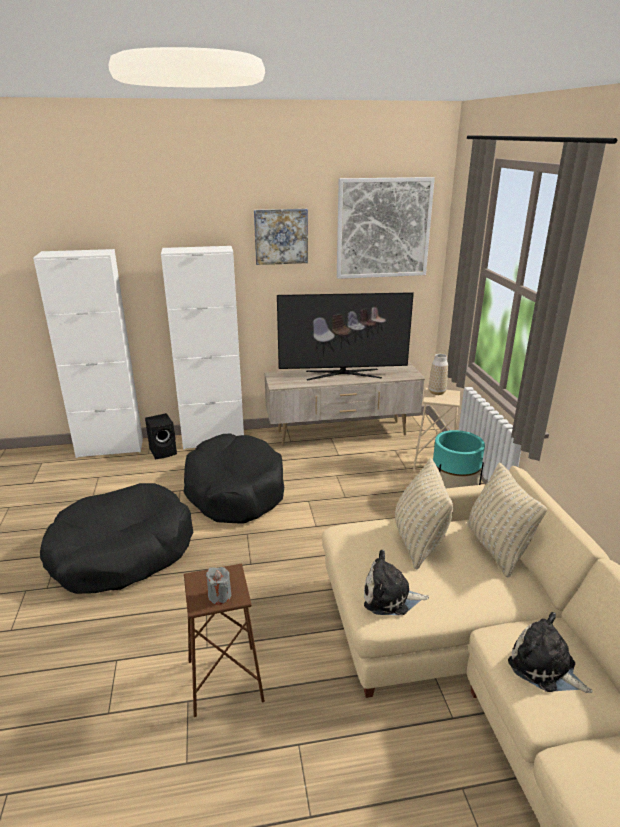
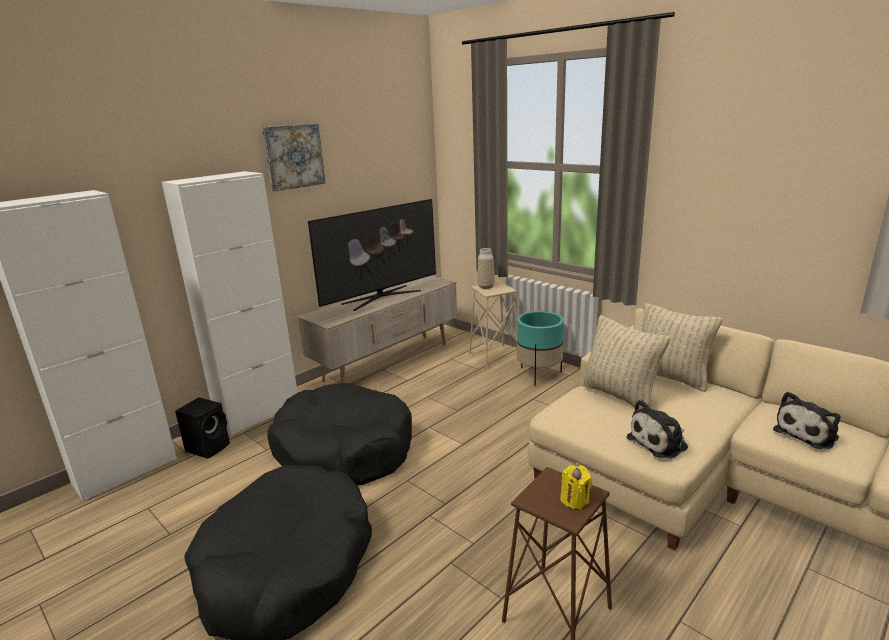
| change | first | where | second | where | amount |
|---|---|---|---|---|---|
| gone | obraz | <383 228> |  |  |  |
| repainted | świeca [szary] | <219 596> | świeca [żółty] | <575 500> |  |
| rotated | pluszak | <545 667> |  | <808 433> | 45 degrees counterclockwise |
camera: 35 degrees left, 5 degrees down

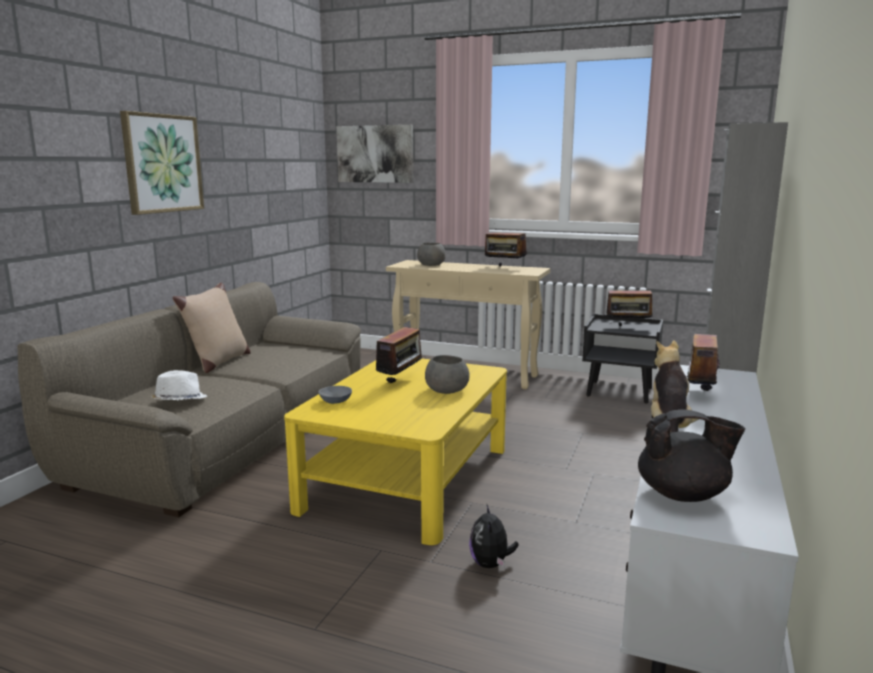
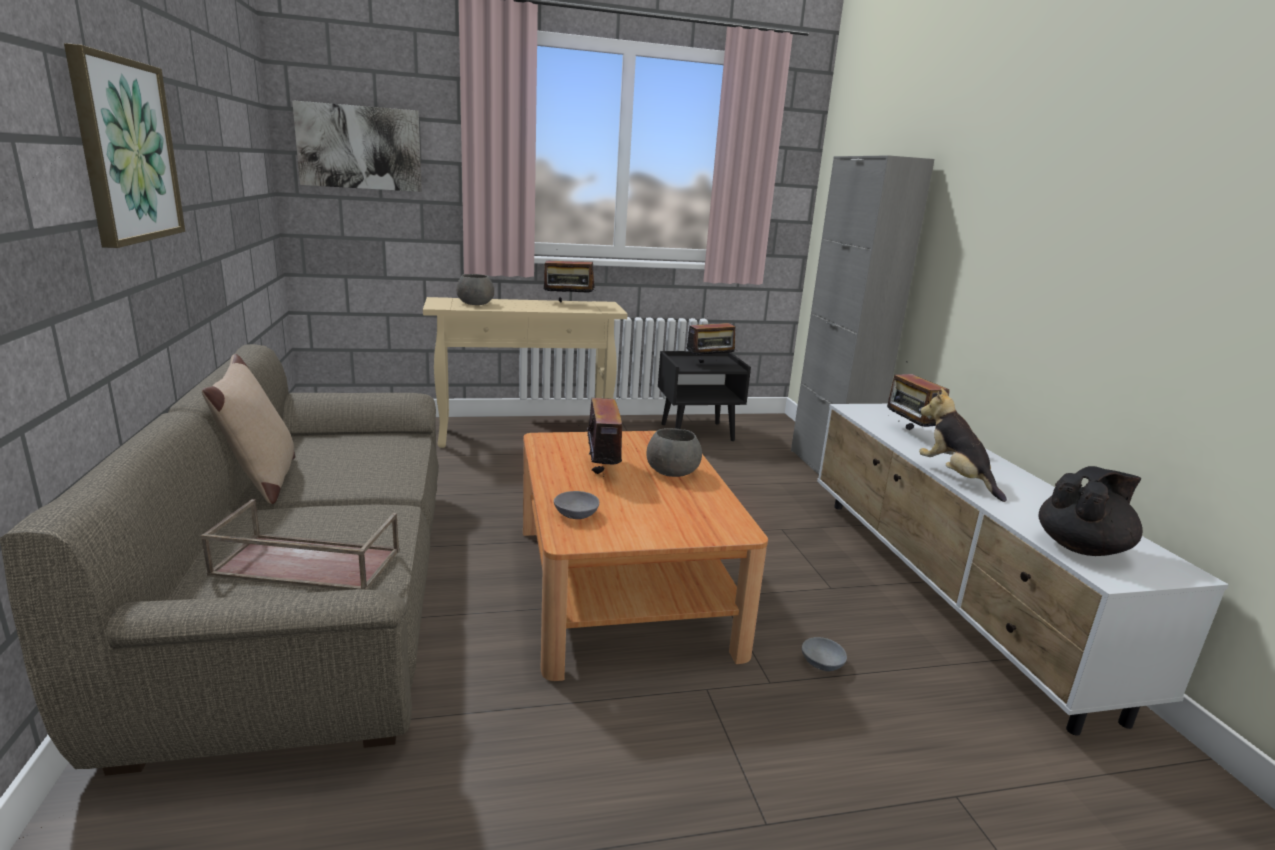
| change | first | where | second | where | amount |
|---|---|---|---|---|---|
| swapped | kapelusz [biały] | <179 401> | taca [brązowy] | <305 563> |  |
| swapped | pluszak | <491 564> | miska [szary] | <823 663> |  |
| repainted | ława [żółty] | <407 478> | ława [brązowy] | <621 586> |  |
camera: 35 degrees left, 5 degrees up

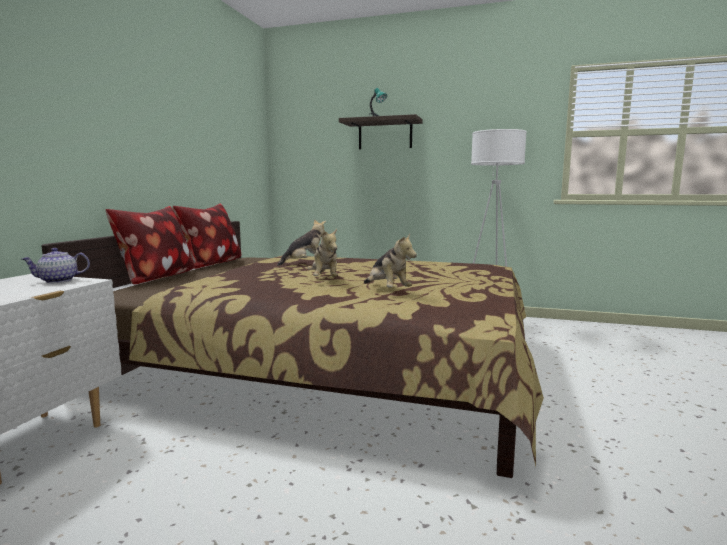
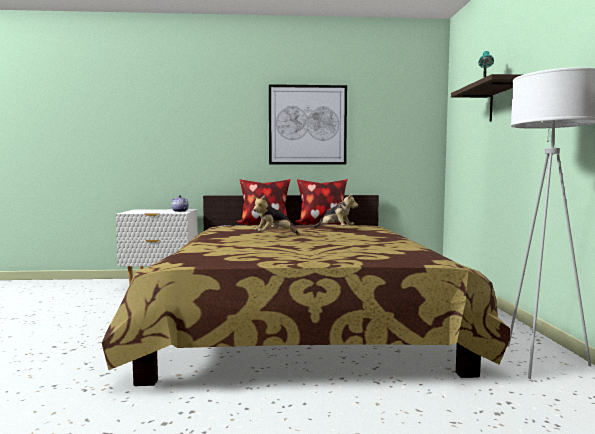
| change | first | where | second | where | amount |
|---|---|---|---|---|---|
| gone | pluszak | <387 290> |  |  |  |
| new |  |  | obraz | <307 125> |  |
camera: 70 degrees right, 5 degrees down

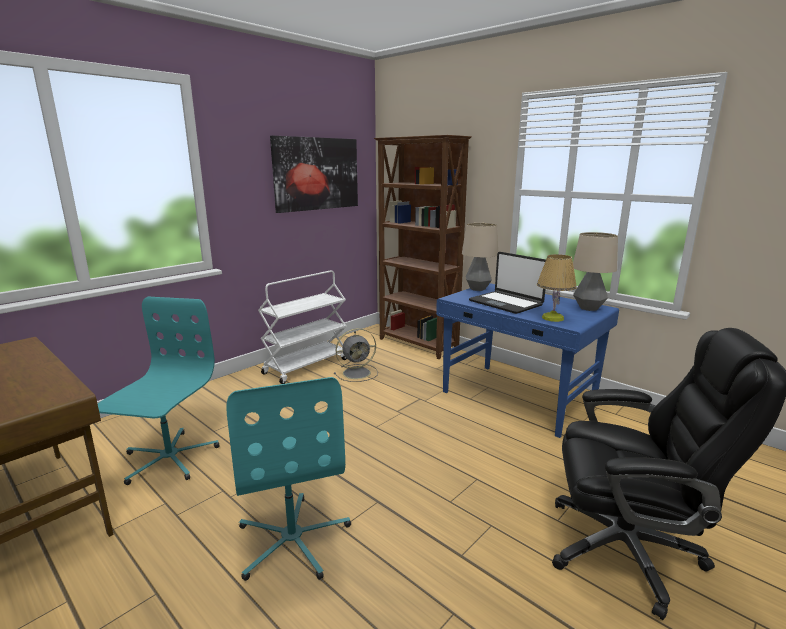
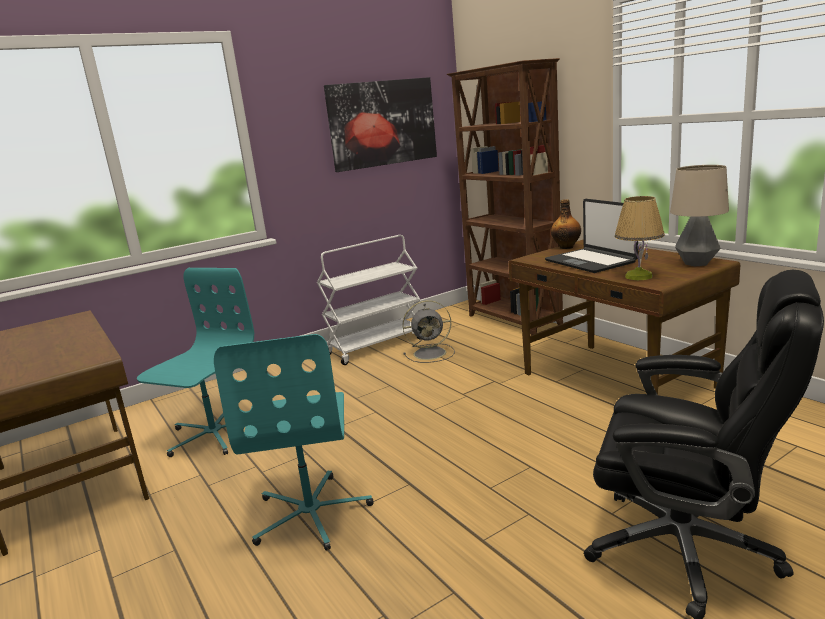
| change | first | where | second | where | amount |
|---|---|---|---|---|---|
| swapped | lampa stołowa | <478 289> | butelka | <566 247> |  |
| repainted | biurko [niebieski] | <517 398> | biurko [brązowy] | <617 381> |  |
camera: 15 degrees right, 0 degrees up

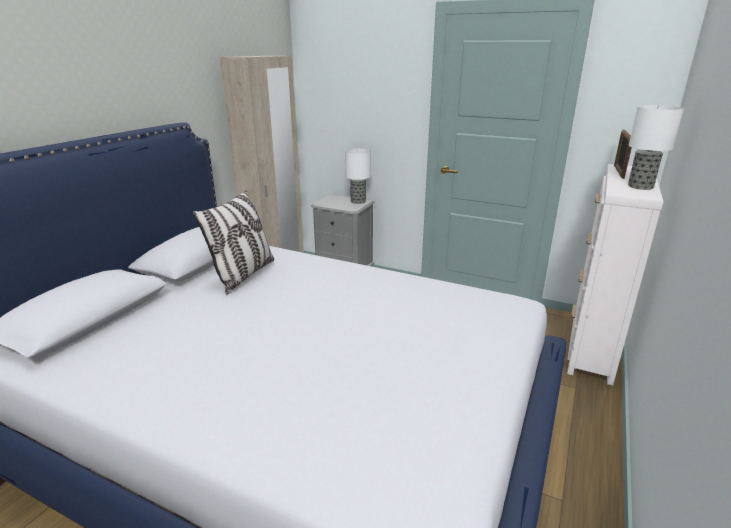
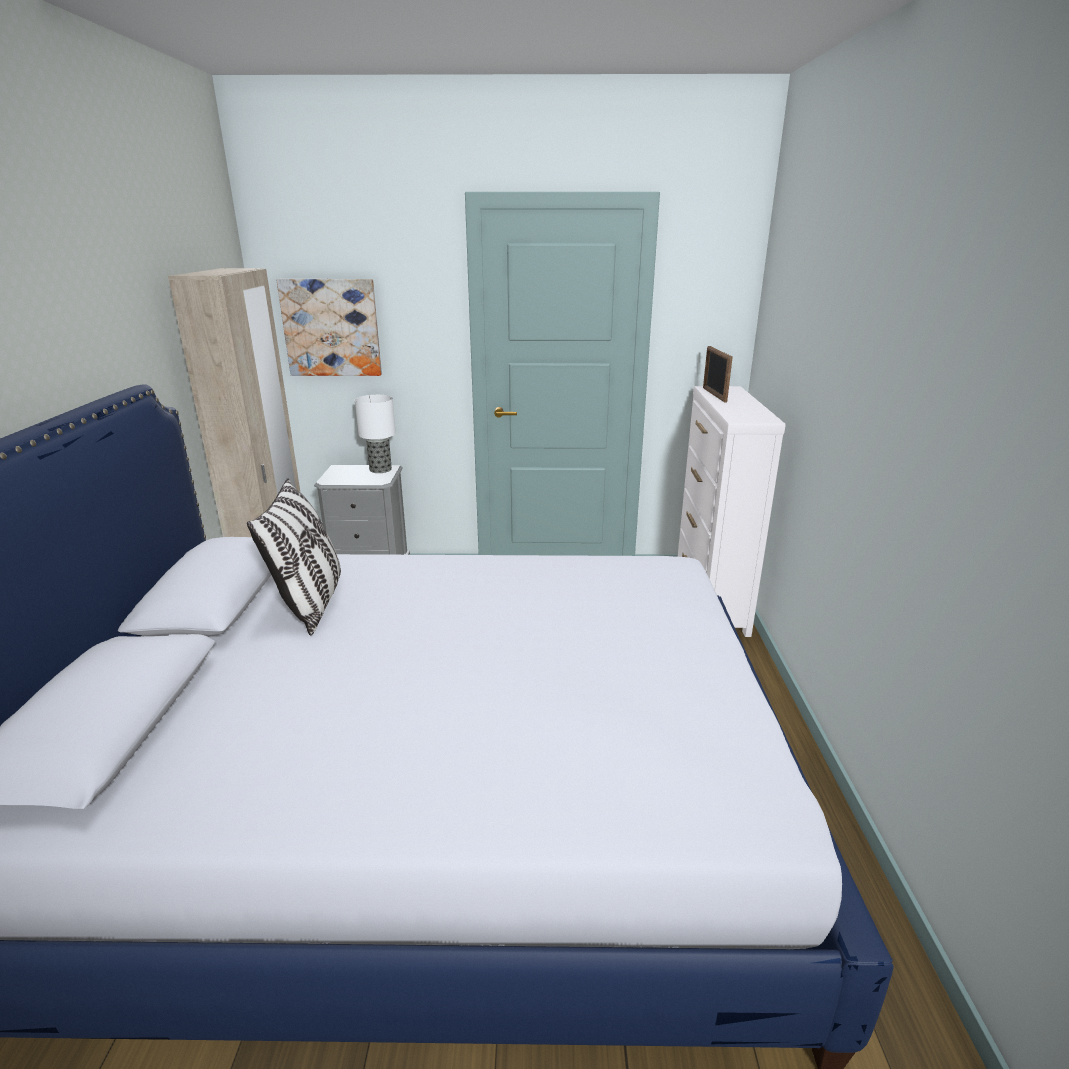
| change | first | where | second | where | amount |
|---|---|---|---|---|---|
| gone | lampa stołowa | <639 186> |  |  |  |
| new |  |  | obraz | <331 327> |  |
camera: 25 degrees left, 0 degrees up

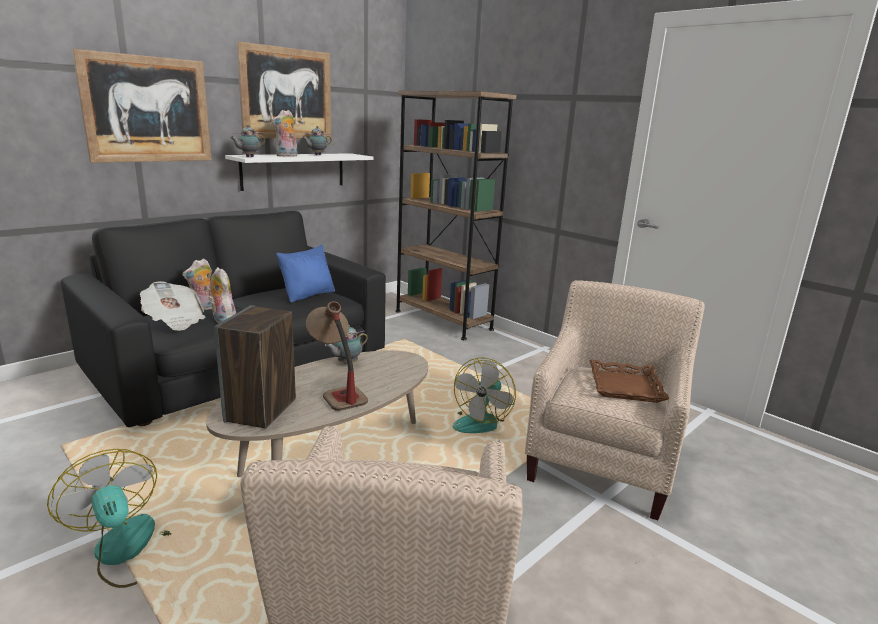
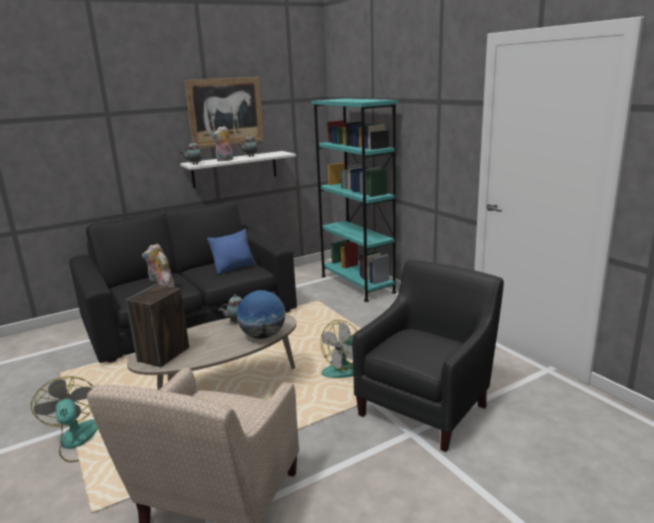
| change | first | where | second | where | amount |
|---|---|---|---|---|---|
| gone | obraz | <147 109> |  |  |  |
| gone | gazeta | <174 321> |  |  |  |
| gone | lampa stołowa | <336 390> |  |  |  |
| gone | taca [brązowy] | <625 386> |  |  |  |
| new |  |  | globus | <263 336> |  |
| repainted | regał [brązowy] | <443 320> | regał [turkusowy] | <357 284> |  |
| repainted | fotel [beżowy] | <603 462> | fotel [czarny] | <427 406> |  |
camera: 15 degrees right, 0 degrees up

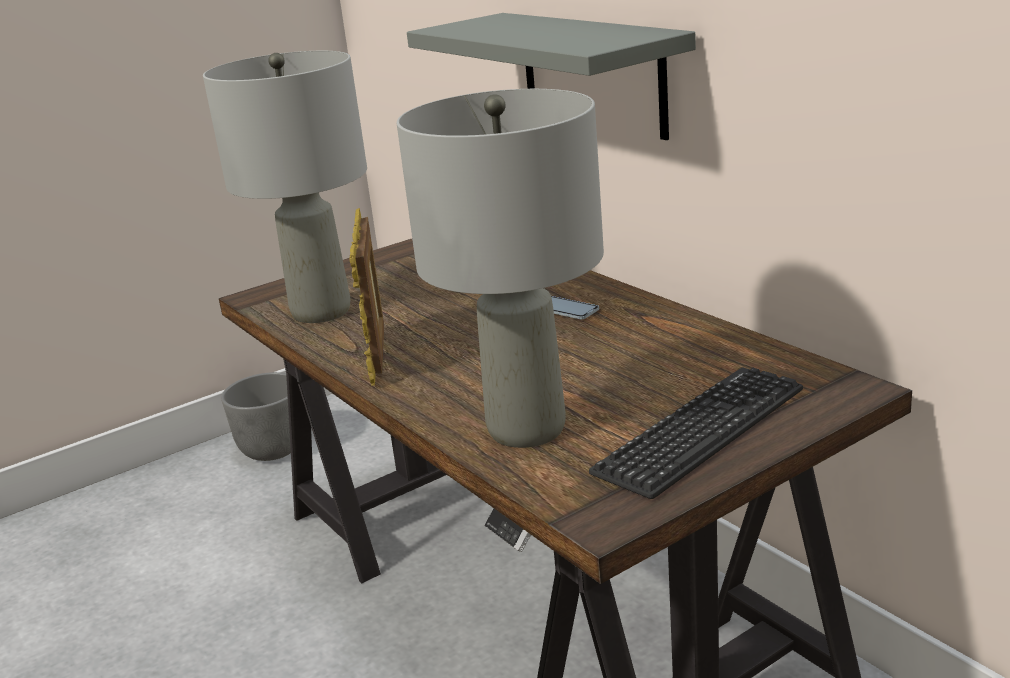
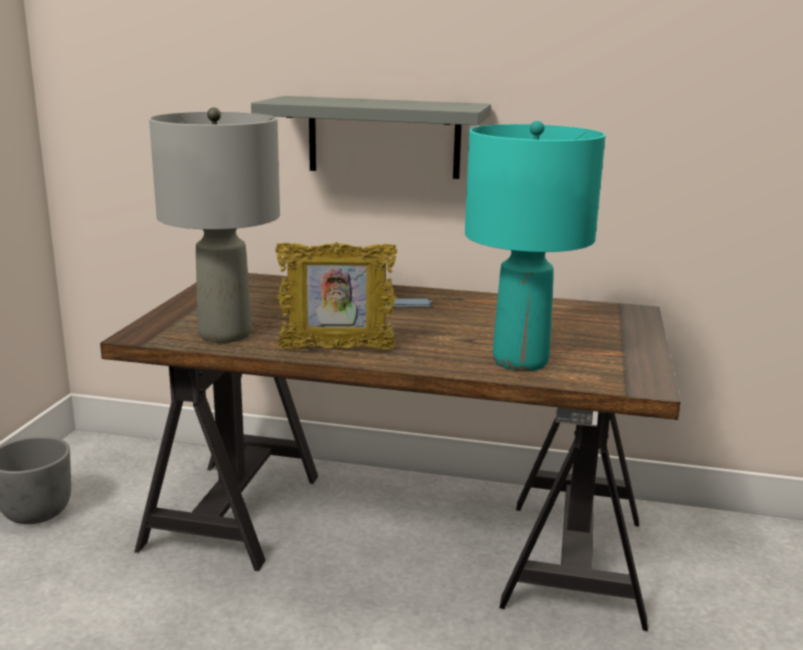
| change | first | where | second | where | amount |
|---|---|---|---|---|---|
| gone | klawiatura | <701 430> |  |  |  |
| repainted | lampa stołowa [szary] | <527 428> | lampa stołowa [turkusowy] | <520 361> |  |
| rotated | ramka na zdjęcie | <378 356> |  | <337 349> | 45 degrees counterclockwise |
camera: 45 degrees left, 5 degrees down

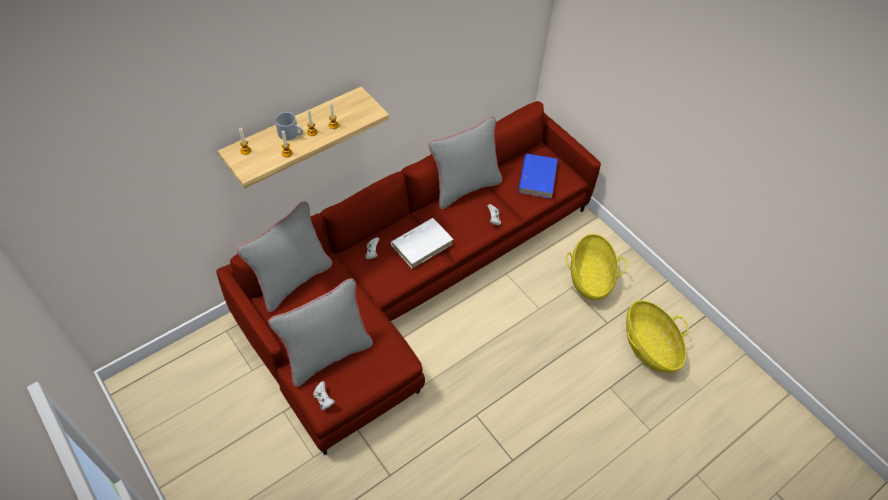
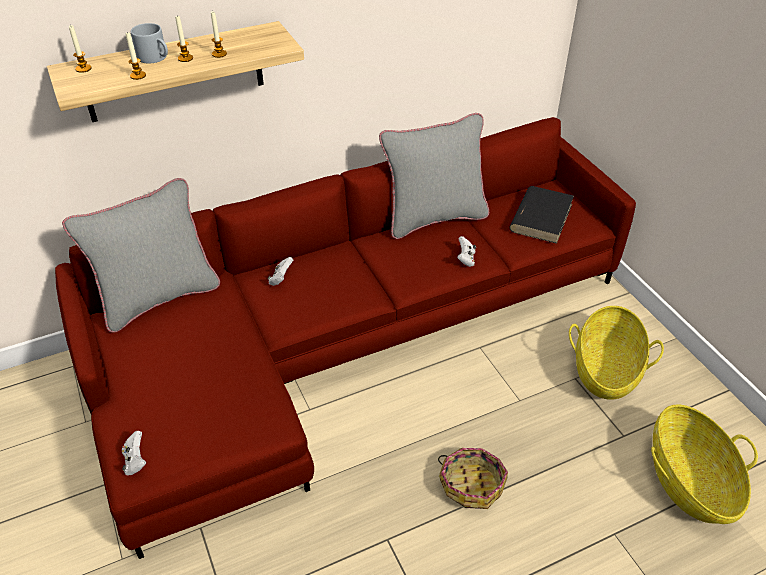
| change | first | where | second | where | amount |
|---|---|---|---|---|---|
| gone | poduszka [szary] | <327 354> |  |  |  |
| gone | książka [biały] | <422 244> |  |  |  |
| new |  |  | koszyk | <471 484> |  |
| repainted | książka [niebieski] | <537 177> | książka [czarny] | <541 217> |  |
camera: 15 degrees right, 10 degrees down

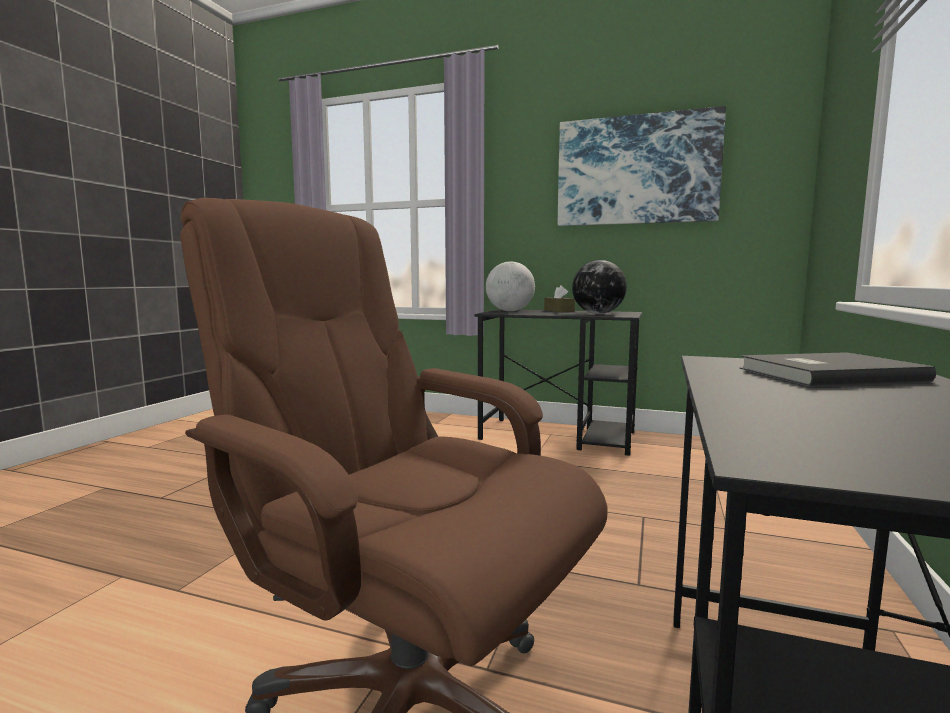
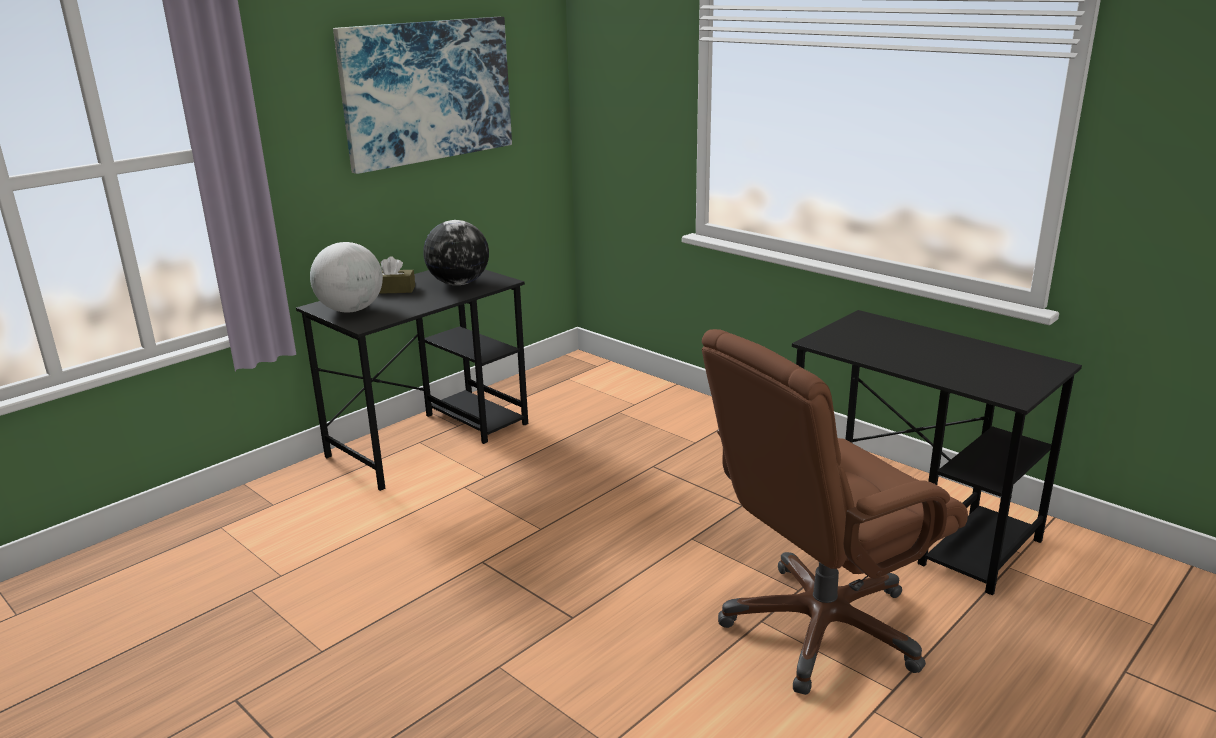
| change | first | where | second | where | amount |
|---|---|---|---|---|---|
| gone | książka [szary] | <825 374> |  |  |  |
camera: 65 degrees left, 15 degrees up

